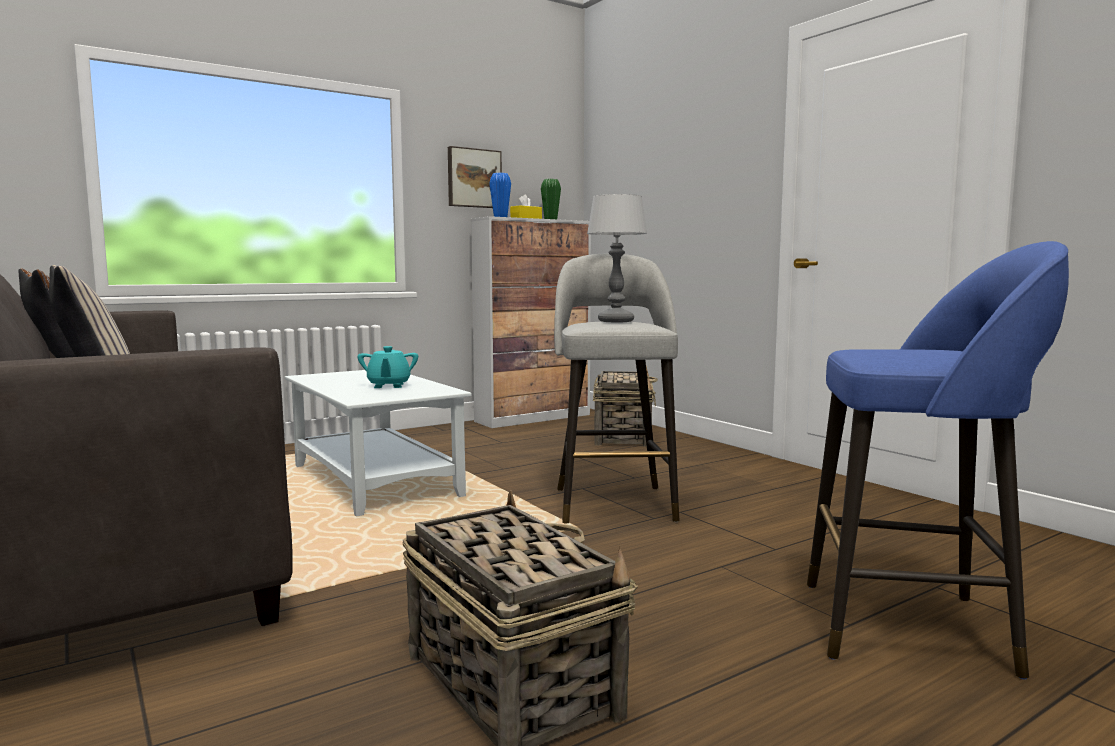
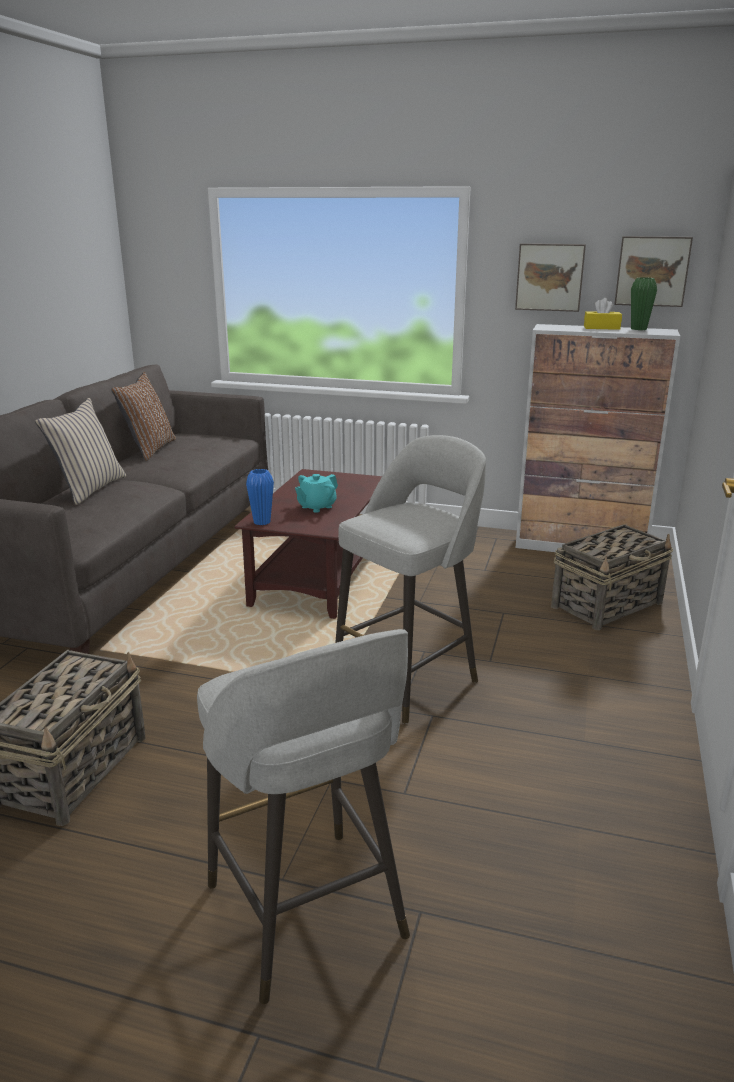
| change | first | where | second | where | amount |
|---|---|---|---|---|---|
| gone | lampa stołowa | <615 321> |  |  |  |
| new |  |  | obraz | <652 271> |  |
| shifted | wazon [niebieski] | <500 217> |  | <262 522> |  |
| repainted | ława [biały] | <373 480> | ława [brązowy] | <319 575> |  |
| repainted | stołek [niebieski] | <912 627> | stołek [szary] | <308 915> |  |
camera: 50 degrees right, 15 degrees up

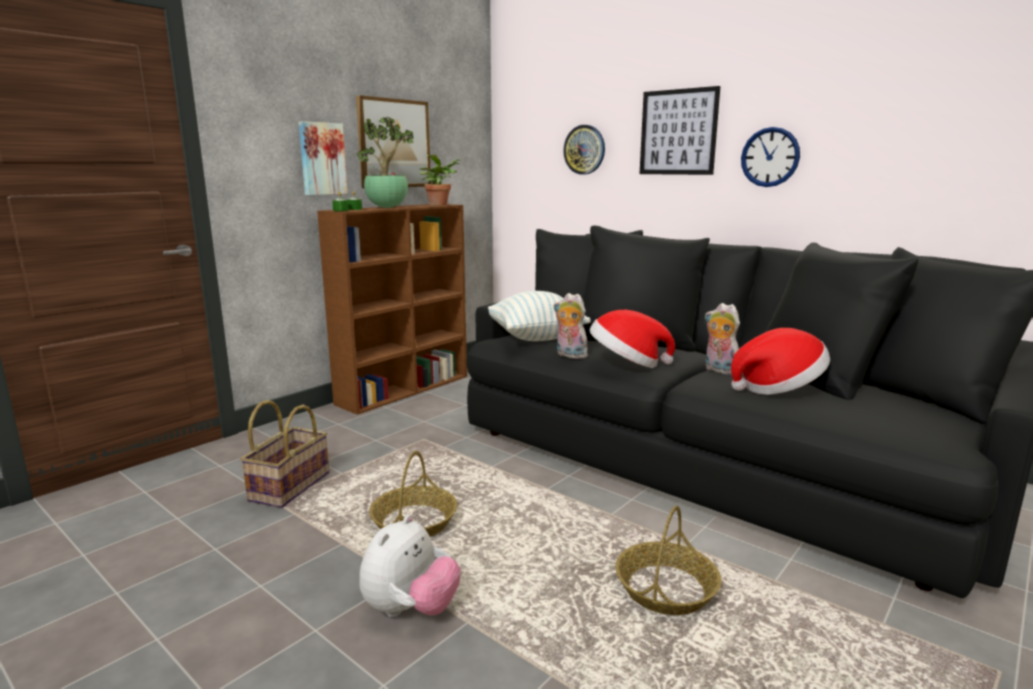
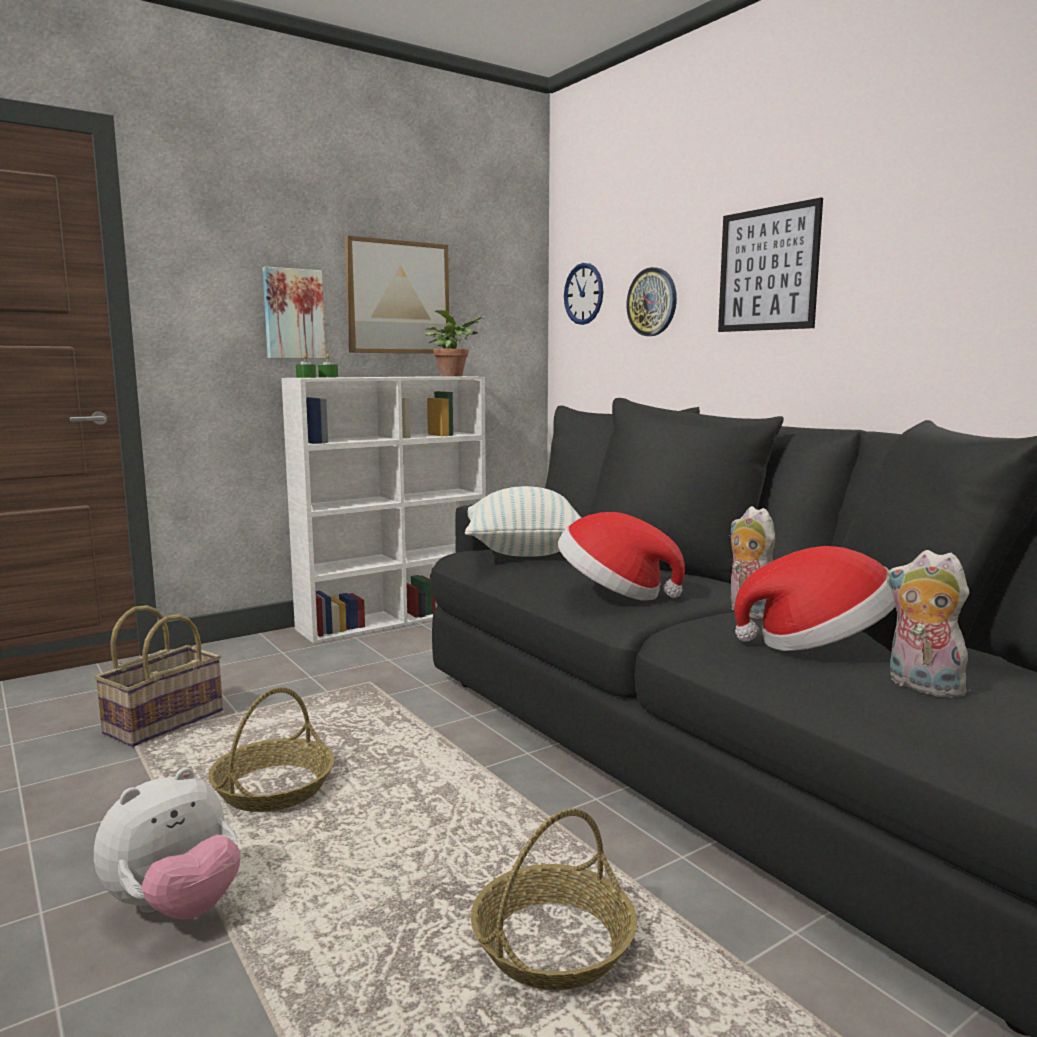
| change | first | where | second | where | amount |
|---|---|---|---|---|---|
| gone | roślina doniczkowa | <388 207> |  |  |  |
| shifted | pluszak | <569 355> |  | <920 686> |  |
| shifted | zegar ścienny | <770 157> |  | <583 294> |  |
| repainted | regał [brązowy] | <405 389> | regał [biały] | <396 618> |  |
camera: 15 degrees right, 5 degrees down

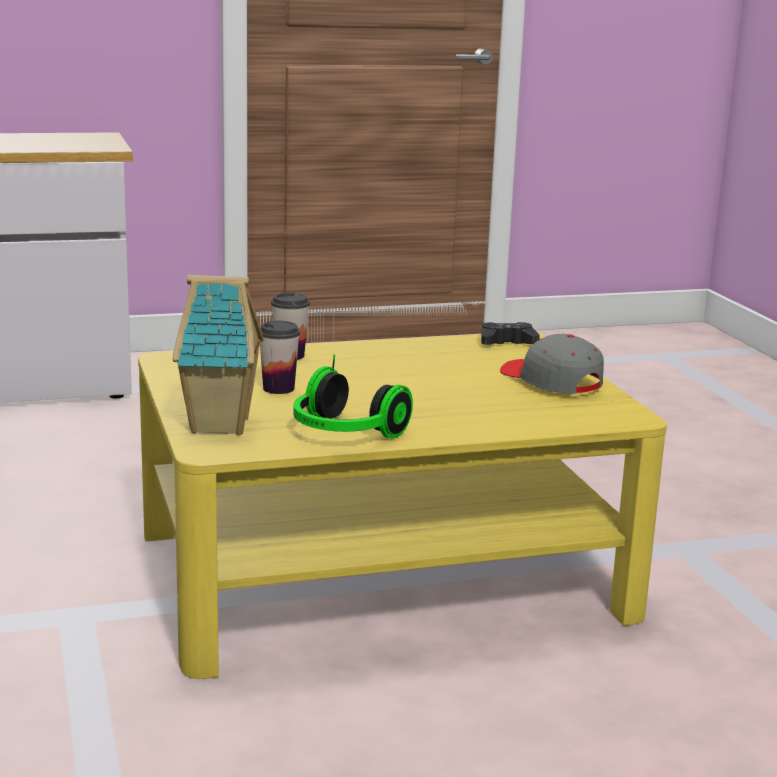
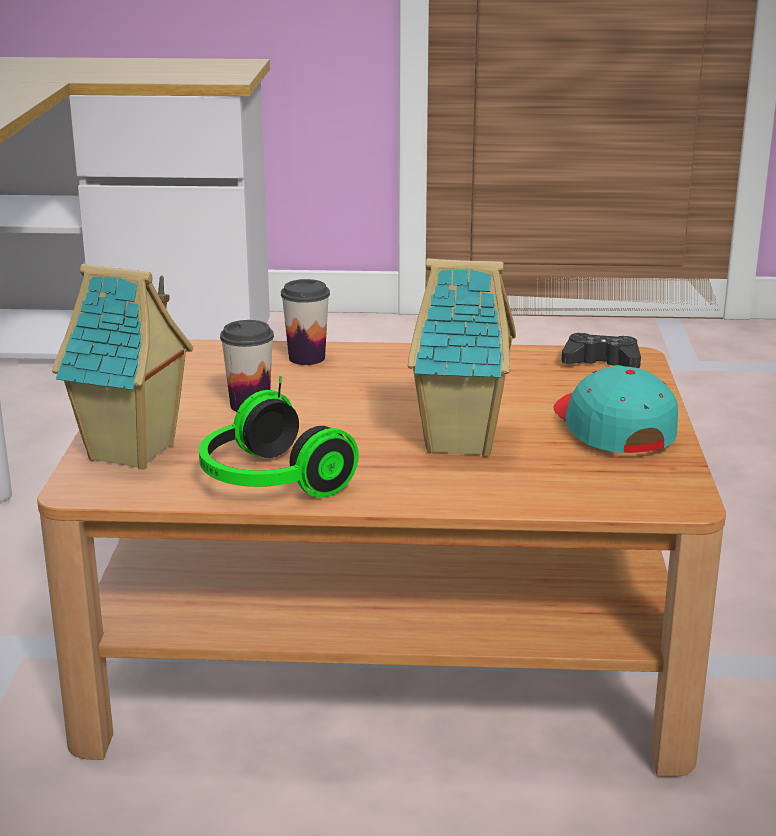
| change | first | where | second | where | amount |
|---|---|---|---|---|---|
| new |  |  | domek | <463 442> |  |
| repainted | ława [żółty] | <382 573> | ława [brązowy] | <388 643> |  |
| repainted | czapka z daszkiem [szary] | <551 381> | czapka z daszkiem [turkusowy] | <611 428> |  |
camera: 20 degrees right, 5 degrees up

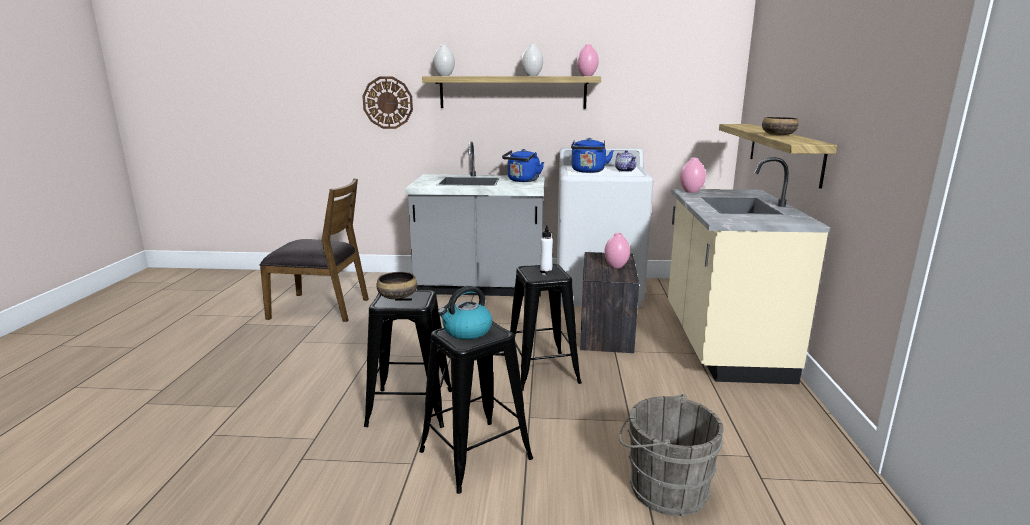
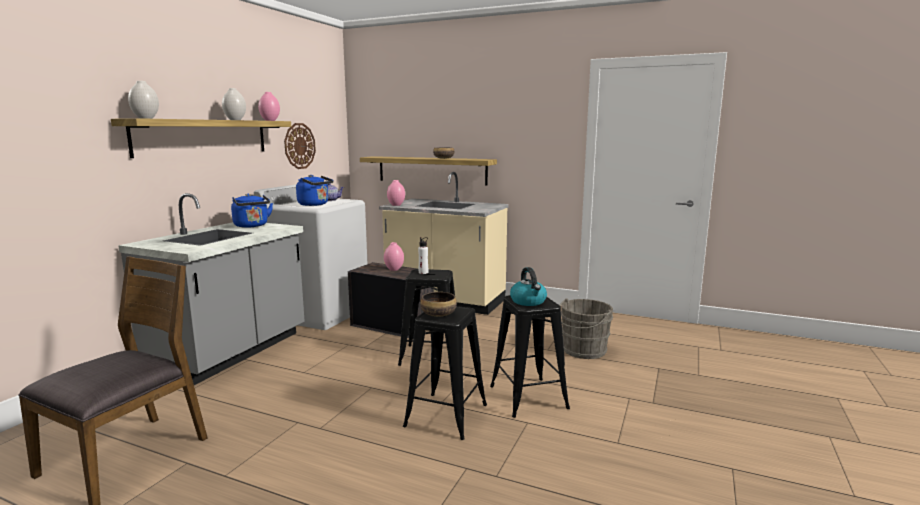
| change | first | where | second | where | amount |
|---|---|---|---|---|---|
| shifted | zegar ścienny | <388 102> |  | <299 146> |  |
camera: 70 degrees left, 5 degrees down

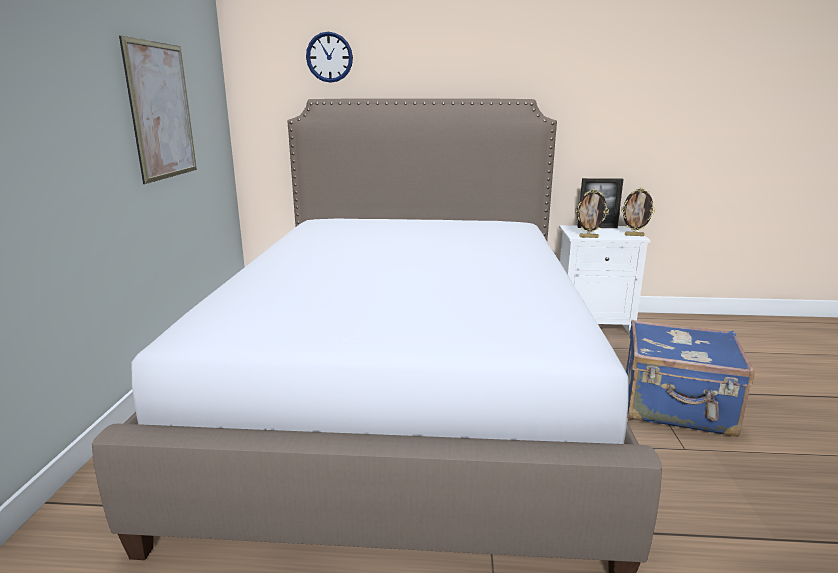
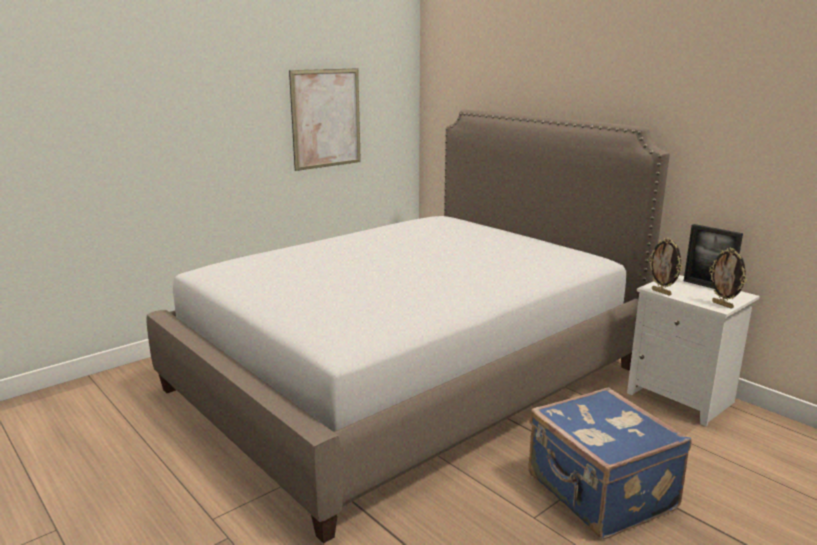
| change | first | where | second | where | amount |
|---|---|---|---|---|---|
| gone | zegar ścienny | <329 57> |  |  |  |
camera: 45 degrees right, 0 degrees up

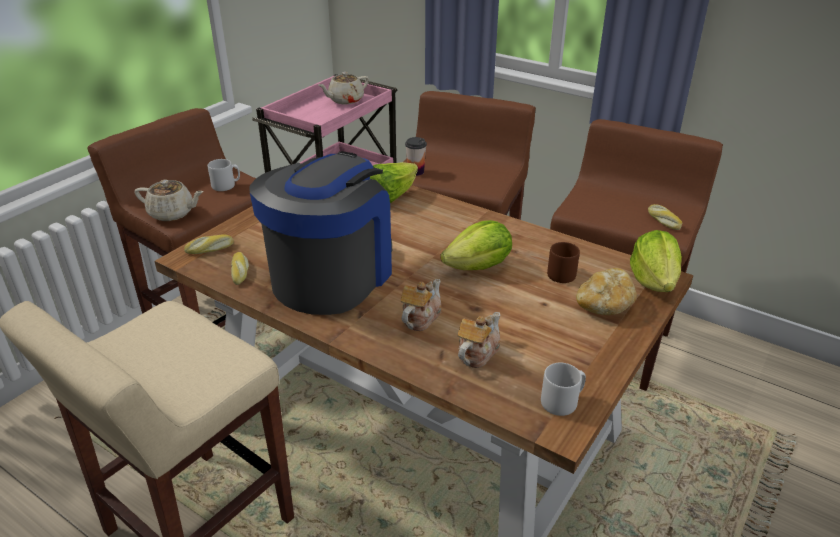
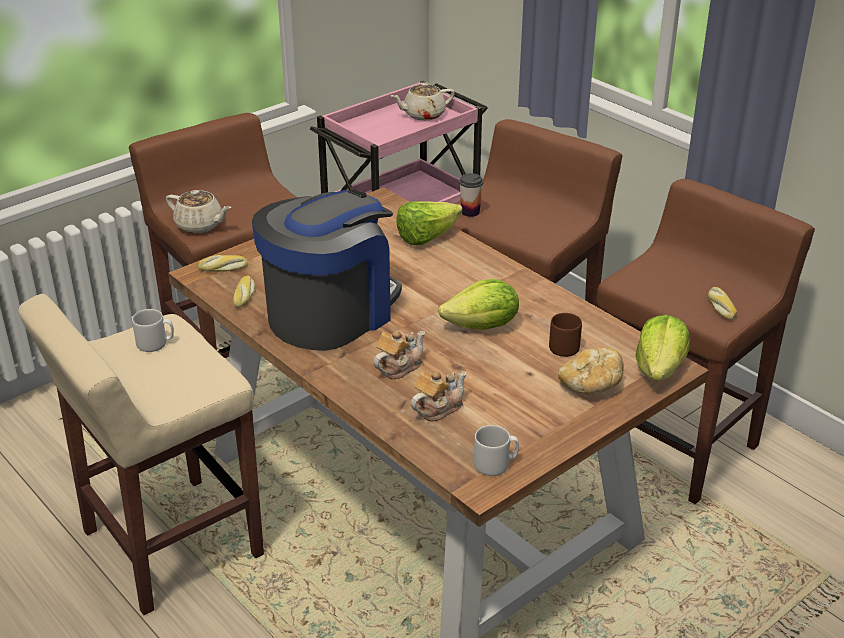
| change | first | where | second | where | amount |
|---|---|---|---|---|---|
| shifted | kubek [szary] | <226 185> |  | <156 343> |  |
camera: 15 degrees right, 0 degrees up

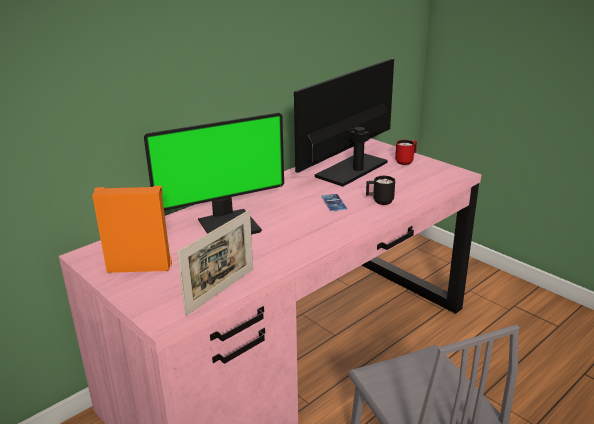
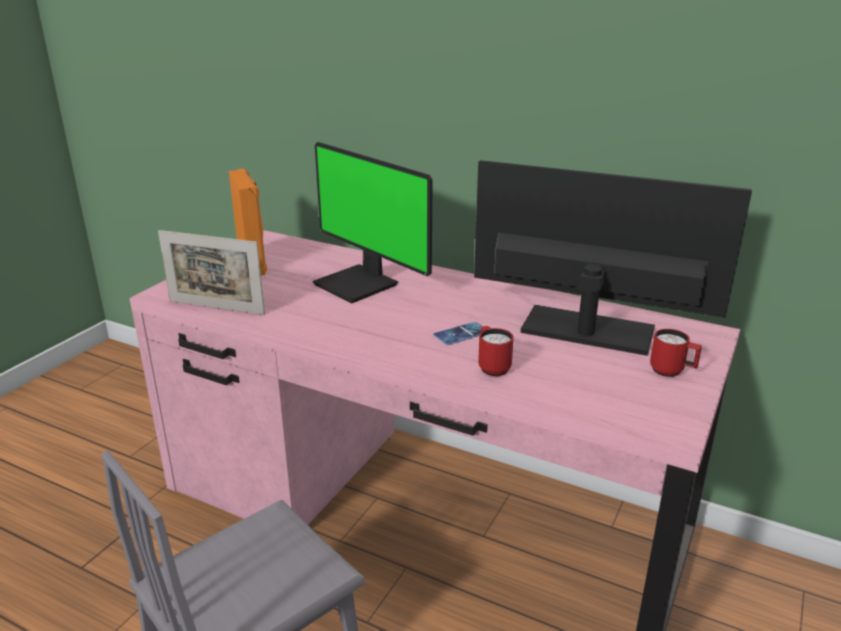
| change | first | where | second | where | amount |
|---|---|---|---|---|---|
| repainted | kubek [czarny] | <379 201> | kubek [czerwony] | <492 366> |  |
camera: 70 degrees right, 0 degrees up

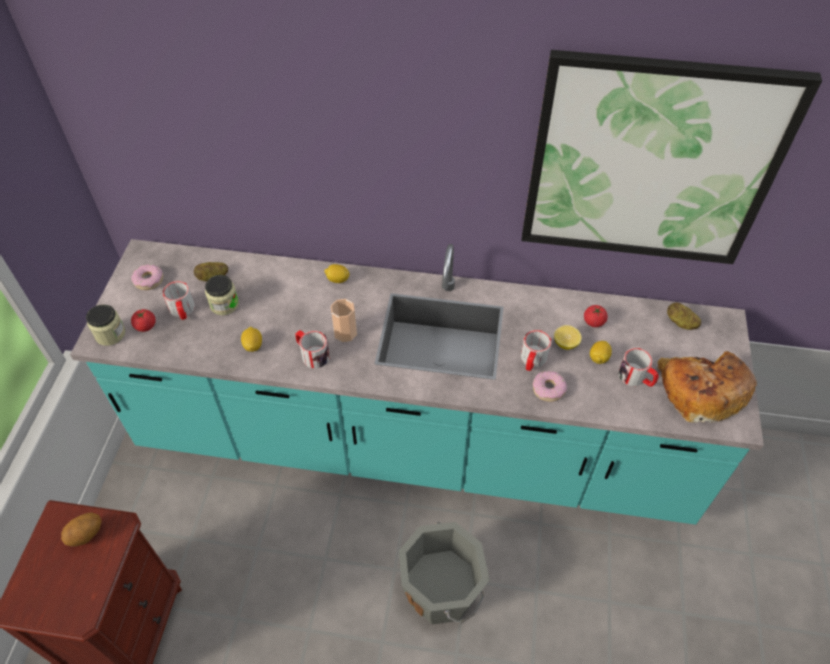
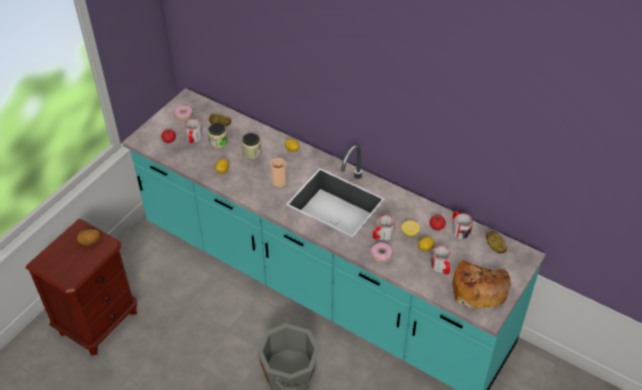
| change | first | where | second | where | amount |
|---|---|---|---|---|---|
| gone | obraz | <651 164> |  |  |  |
| shifted | słoik | <110 334> |  | <252 153> |  |
| shifted | kubek | <312 354> |  | <459 229> |  |
camera: 25 degrees right, 5 degrees down

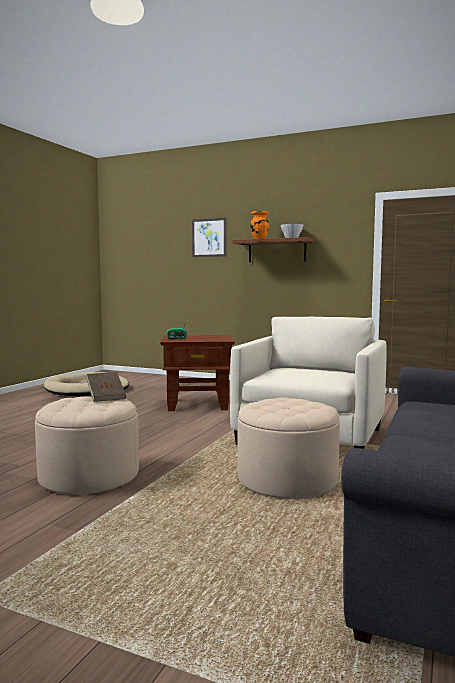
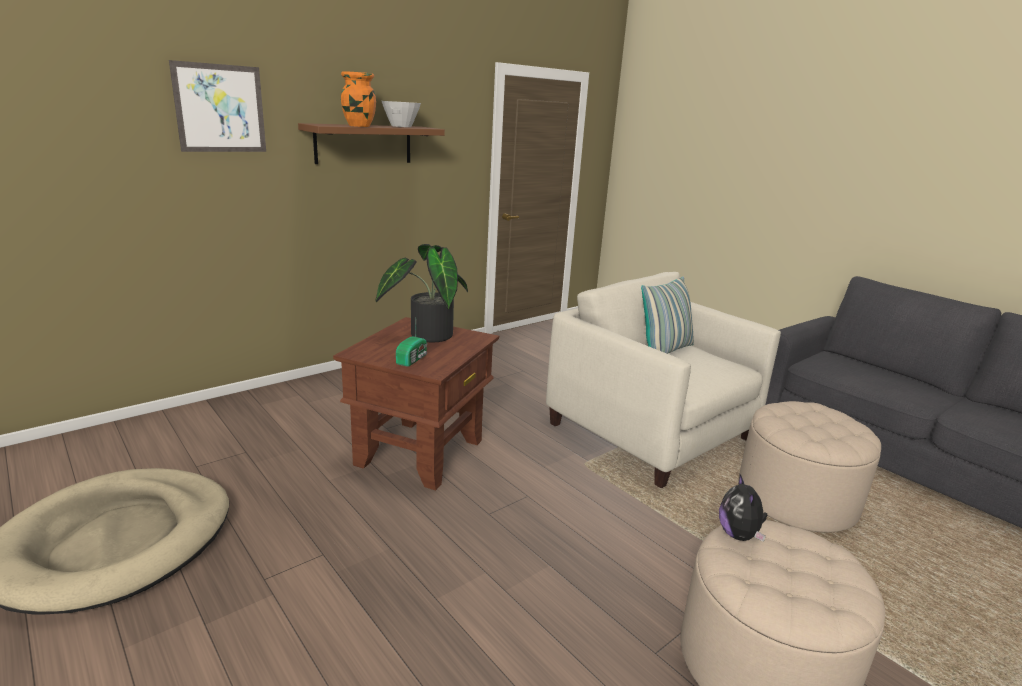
| change | first | where | second | where | amount |
|---|---|---|---|---|---|
| new |  |  | roślina doniczkowa | <426 335> |  |
| new |  |  | poduszka | <665 350> |  |
| swapped | książka [brązowy] | <106 397> | pluszak | <739 535> |  |
camera: 65 degrees left, 15 degrees up

